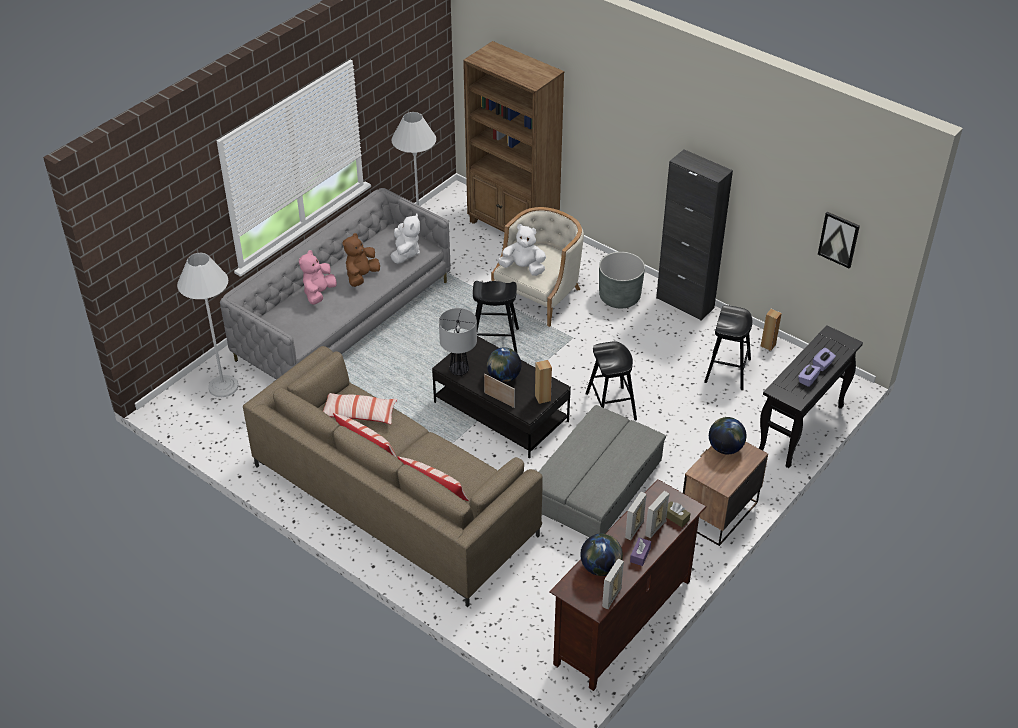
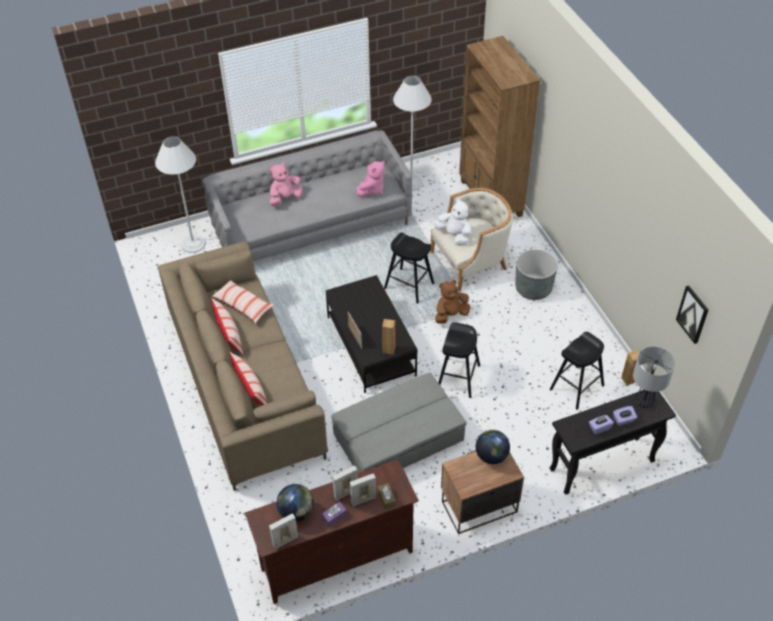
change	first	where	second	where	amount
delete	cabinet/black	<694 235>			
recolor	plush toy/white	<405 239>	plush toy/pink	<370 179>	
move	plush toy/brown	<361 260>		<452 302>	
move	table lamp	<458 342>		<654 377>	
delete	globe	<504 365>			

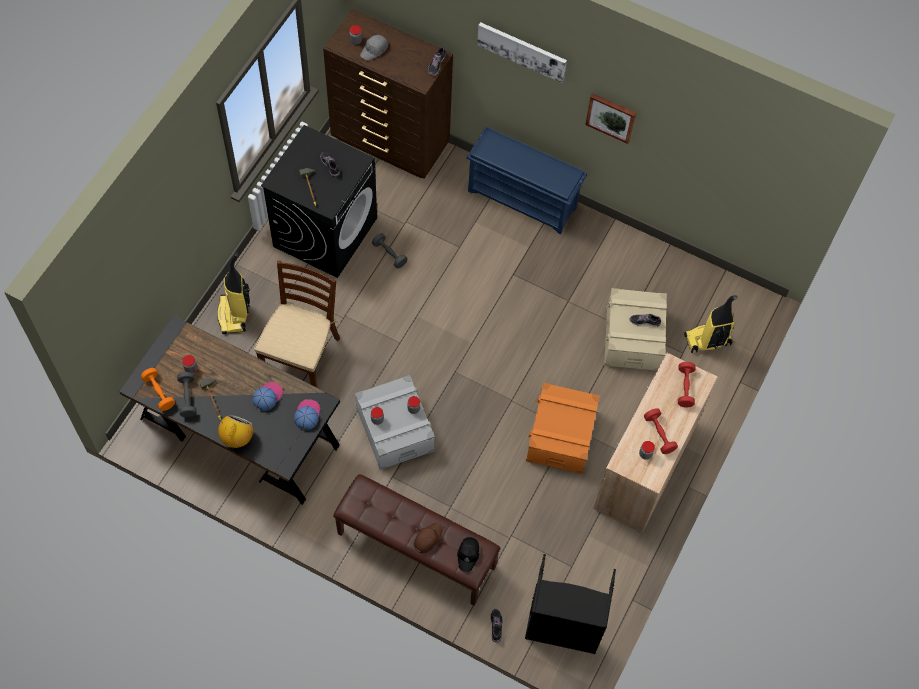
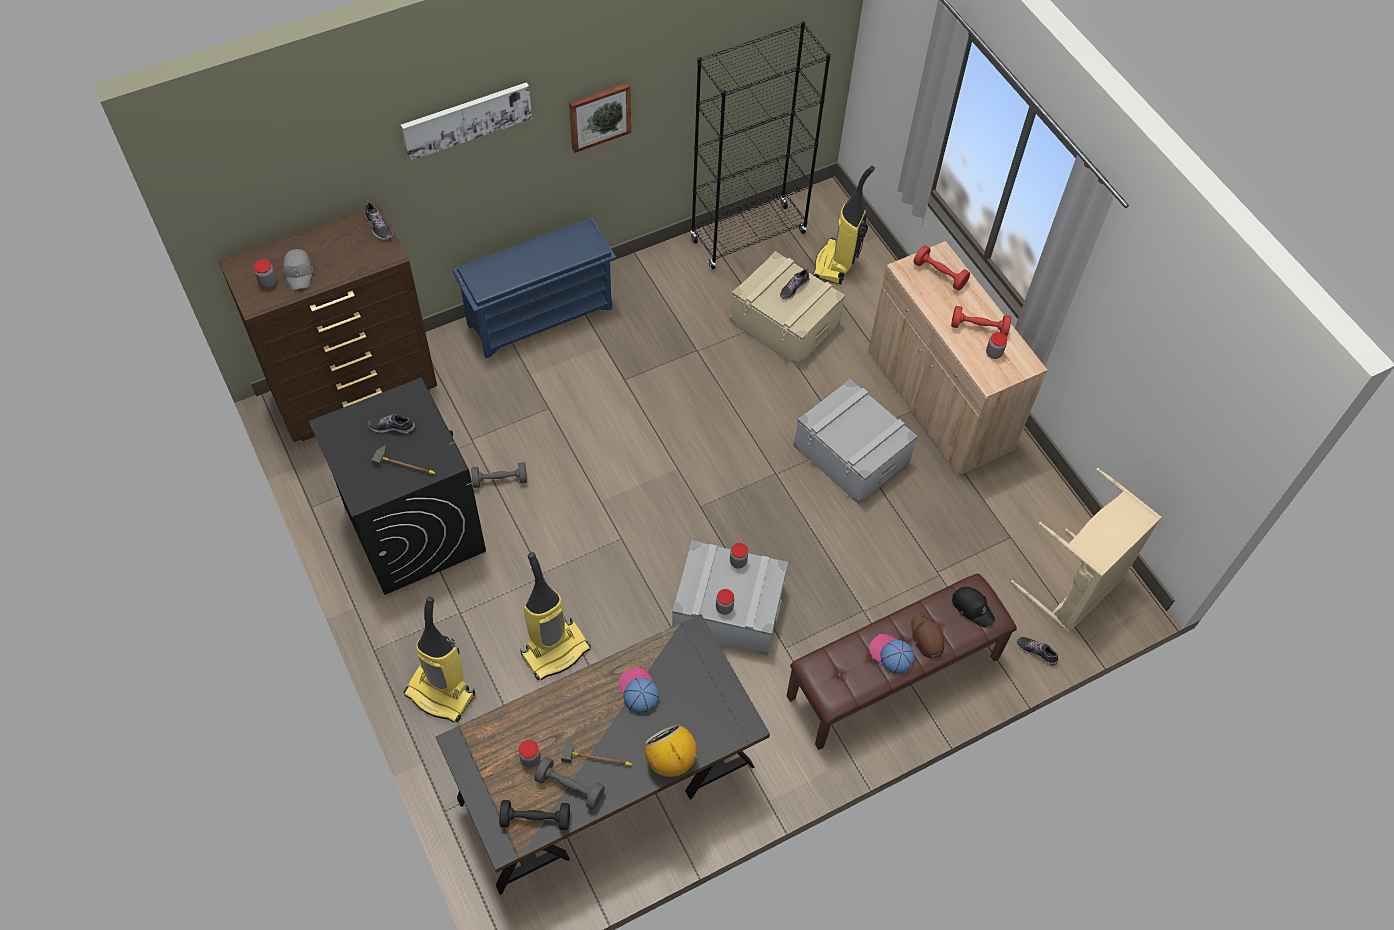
change	first	where	second	where	amount
replace	chair/brown	<298 324>	vacuum cleaner	<555 616>	
recolor	dumbbell/orange	<158 389>	dumbbell/black	<534 815>	
recolor	storage box/orange	<563 428>	storage box/grey	<855 442>	
move	cap	<307 414>		<892 654>	
recolor	laundry basket/black	<570 604>	laundry basket/beige	<1086 550>	
insert			bookcase/black	<760 145>	

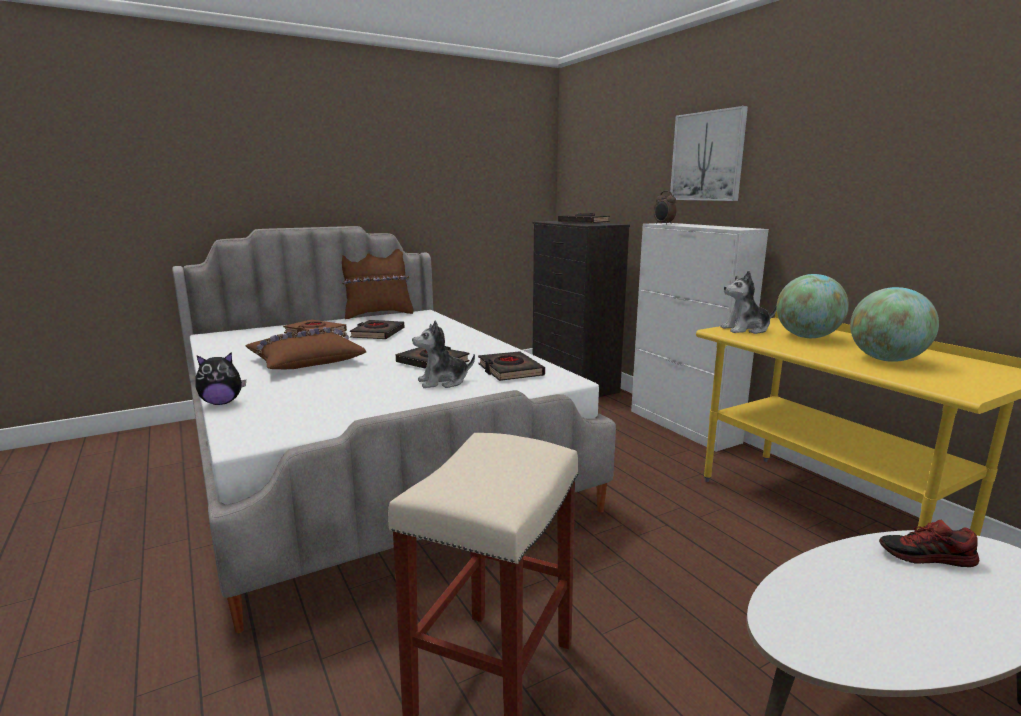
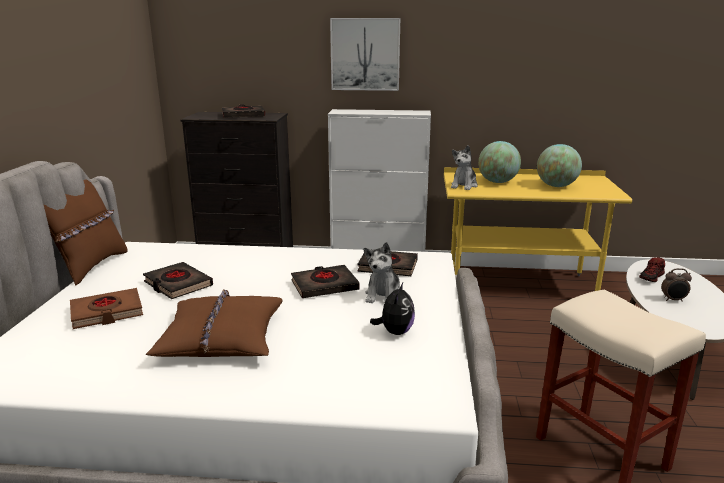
change	first	where	second	where	amount
move	alarm clock	<665 208>		<676 285>	
move	plush toy	<220 379>		<392 309>	

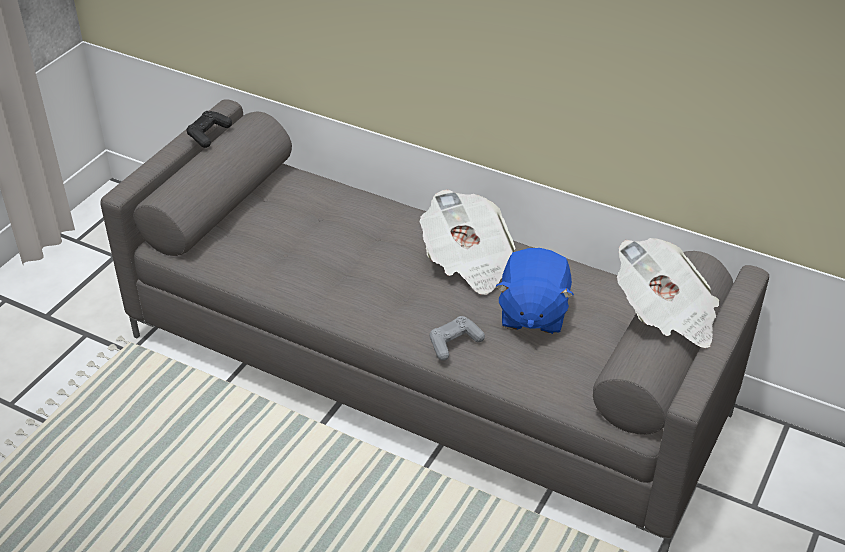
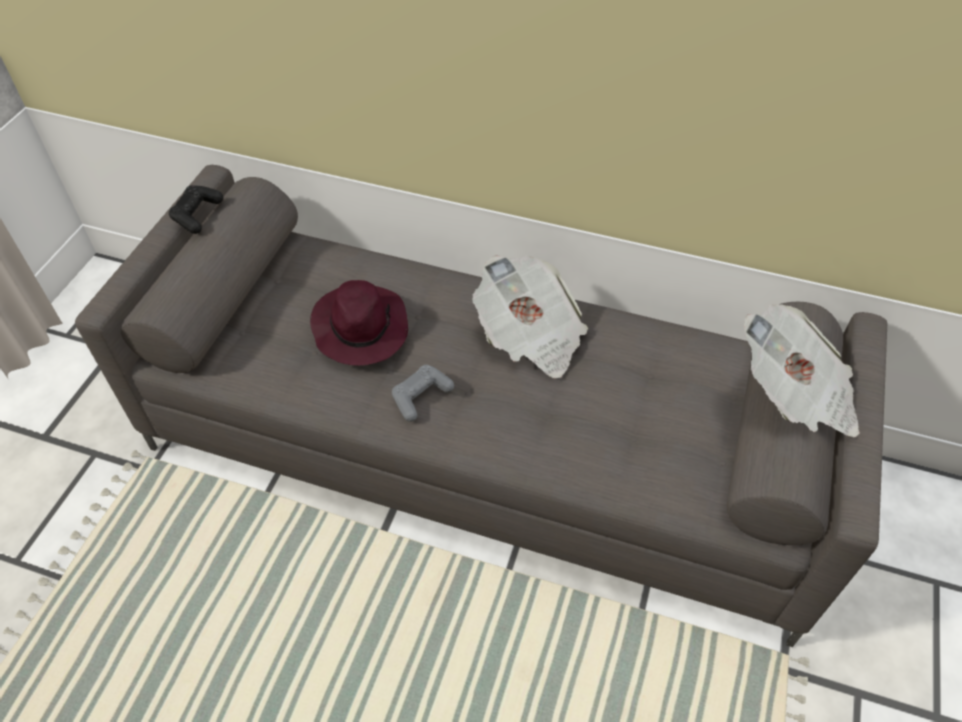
change	first	where	second	where	amount
delete	plush toy/blue	<535 291>			
move	game controller/grey	<457 338>		<423 393>	
insert			hat/purple	<359 323>	

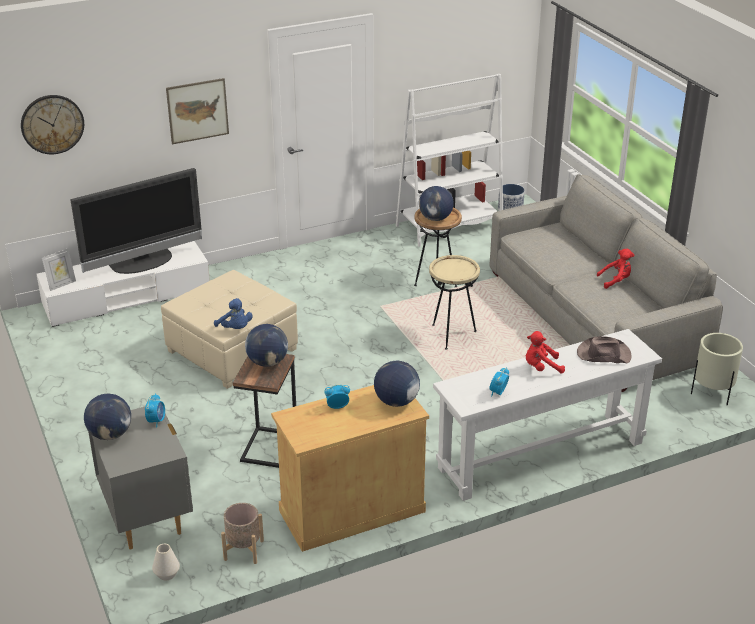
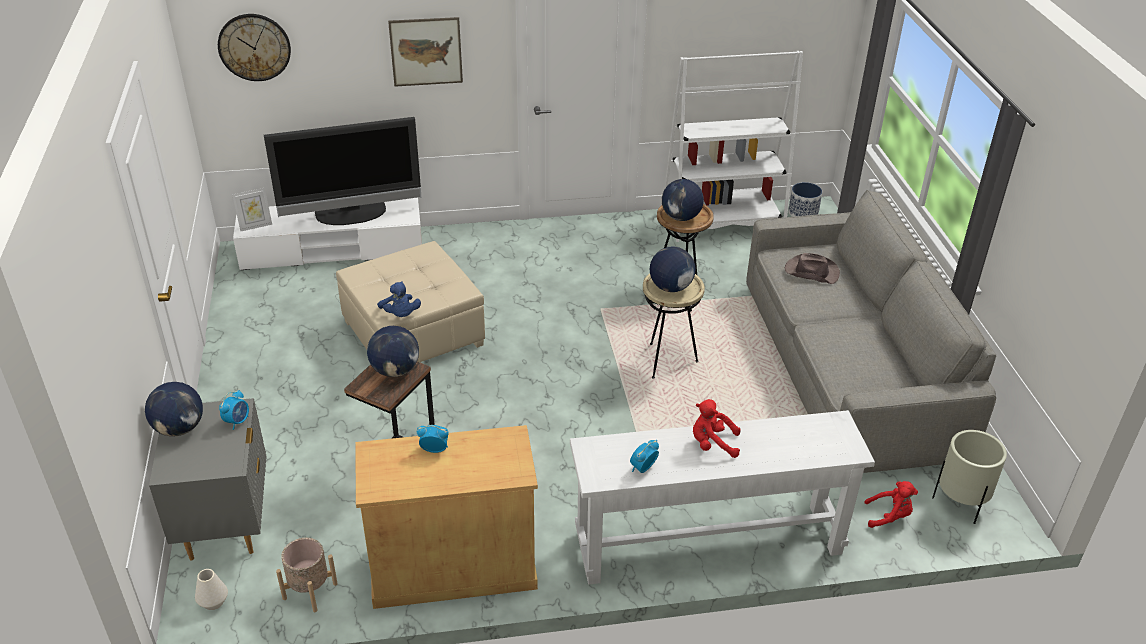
change	first	where	second	where	amount
move	plush toy/red	<615 269>		<891 504>	
move	hat/brown	<604 349>		<812 268>	
move	globe	<397 384>		<672 269>	

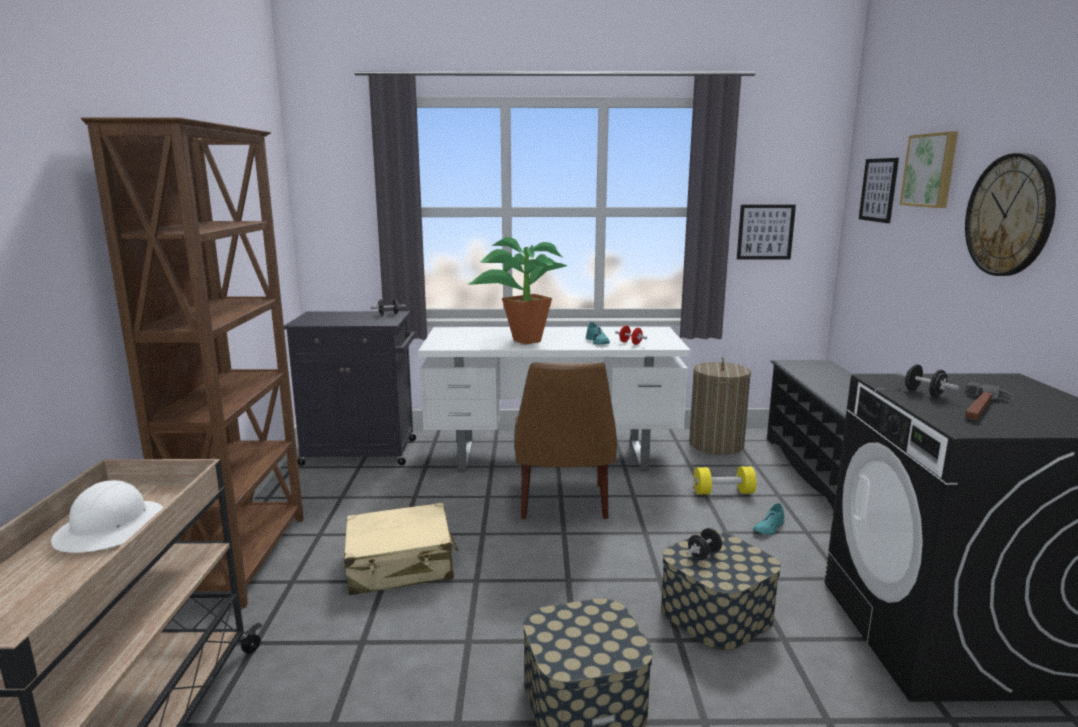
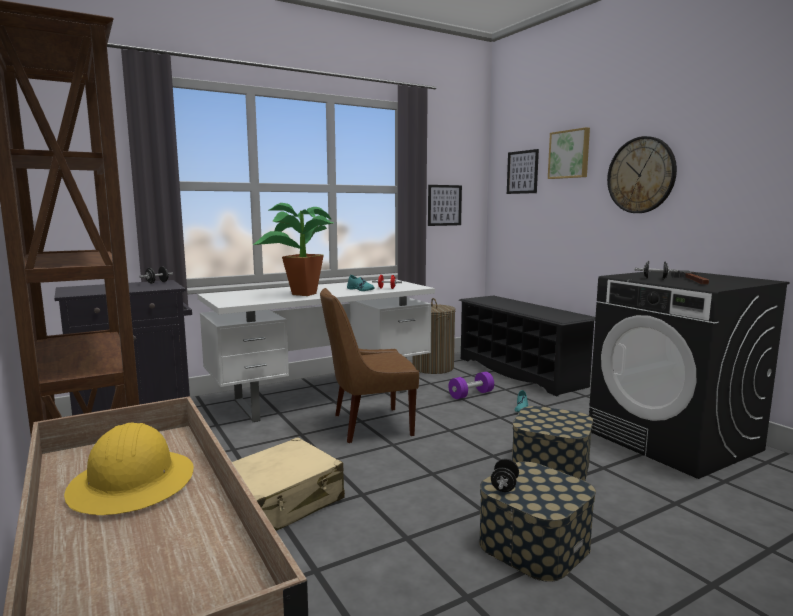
change	first	where	second	where	amount
rotate	chair/brown	<565 441>		<369 365>	105 degrees clockwise
recolor	dumbbell/yellow	<725 481>	dumbbell/purple	<471 385>	
recolor	hard hat/white	<107 516>	hard hat/yellow	<129 468>	
move	dumbbell/black	<704 544>		<505 475>	

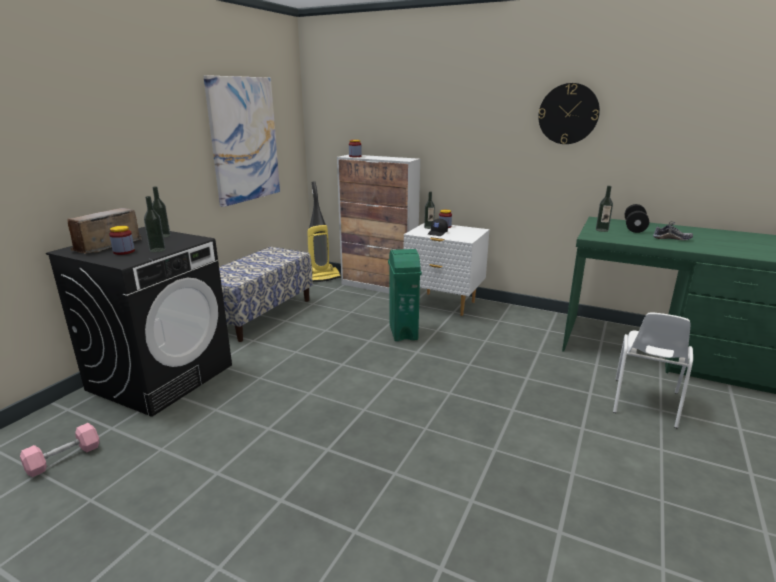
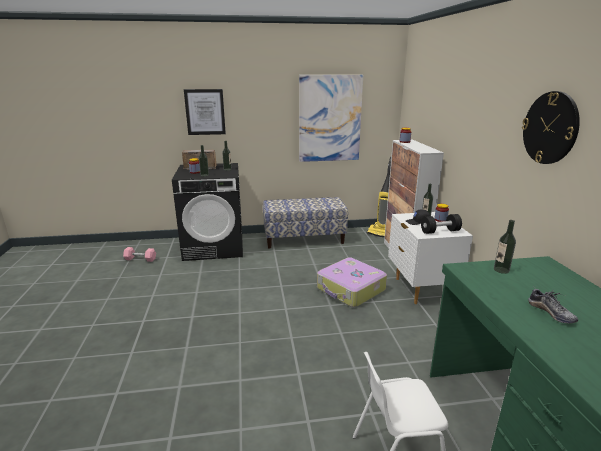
change	first	where	second	where	amount
move	dumbbell/black	<637 218>		<441 224>	
replace	trash can/green	<405 295>	suitcase	<352 282>	
insert			picture	<205 112>	

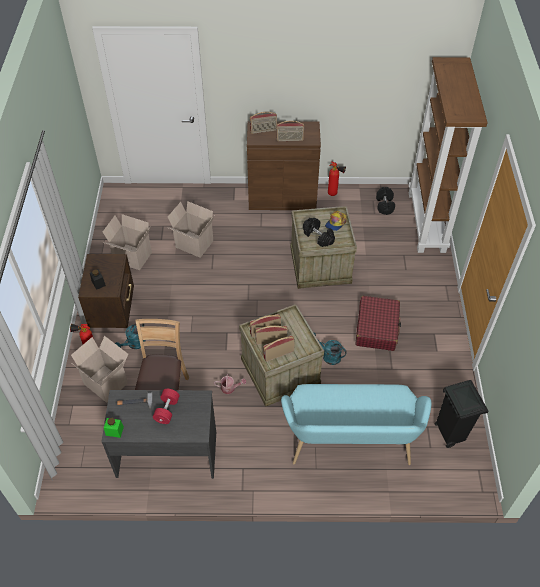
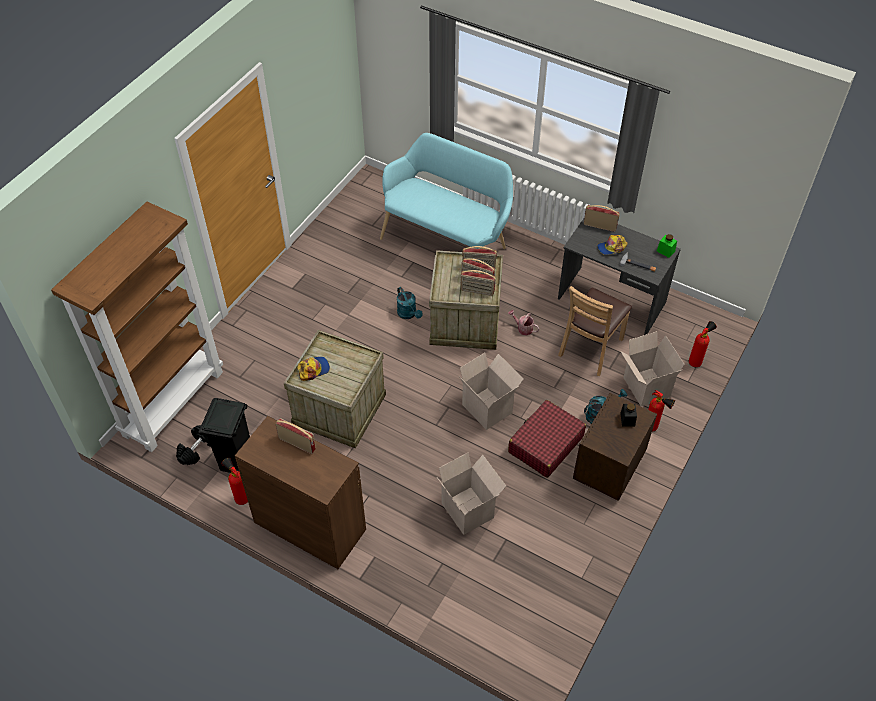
change	first	where	second	where	amount
move	radio	<263 123>		<601 218>	
move	cardboard box	<127 242>		<491 391>	
delete	dumbbell/black	<319 232>			
move	suitcase/red	<378 323>		<547 439>	
move	trash can/black	<461 414>		<224 435>	
replace	dumbbell/red	<166 406>	cap	<612 245>	
insert			fire extinguisher	<703 344>	

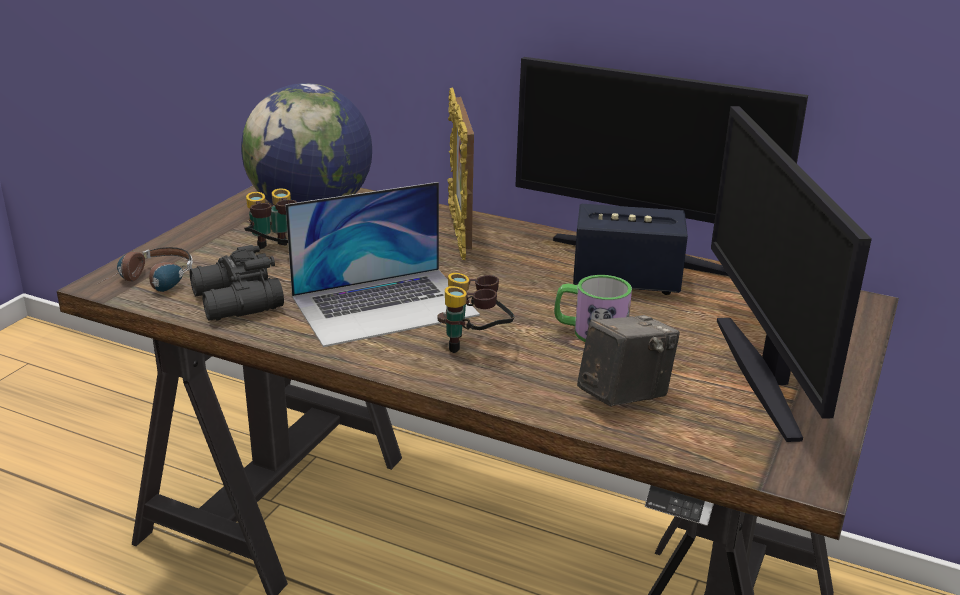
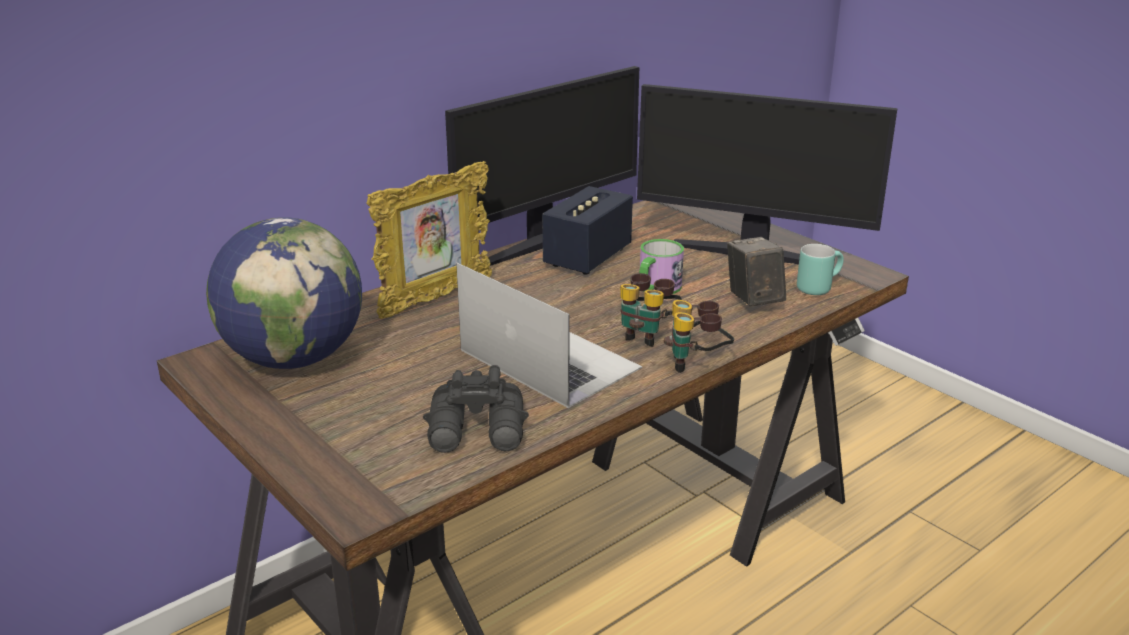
change	first	where	second	where	amount
rotate	picture frame	<460 174>		<429 240>	60 degrees counterclockwise
rotate	laptop	<382 264>		<549 335>	45 degrees counterclockwise
move	binoculars	<270 218>		<699 336>	
delete	headphones	<144 269>			
insert			mug/turquoise	<820 269>	

